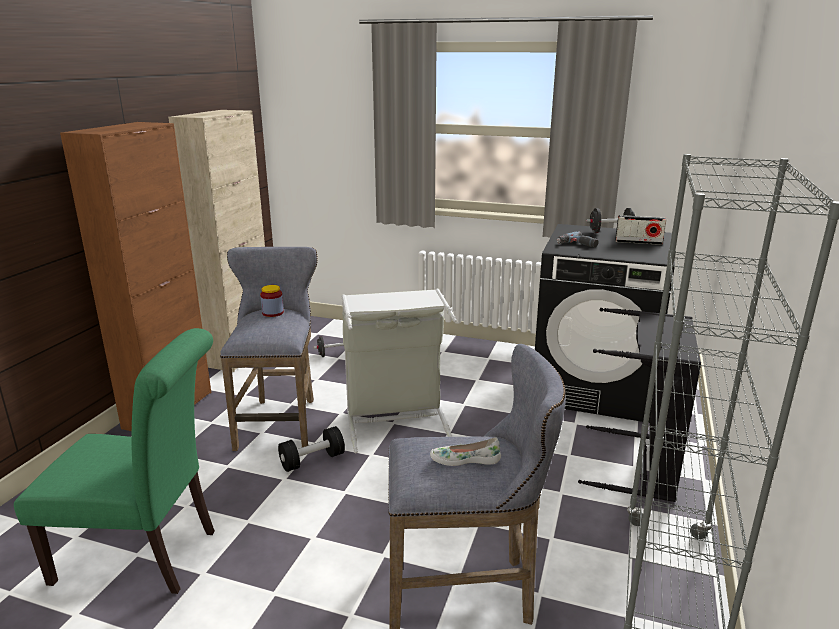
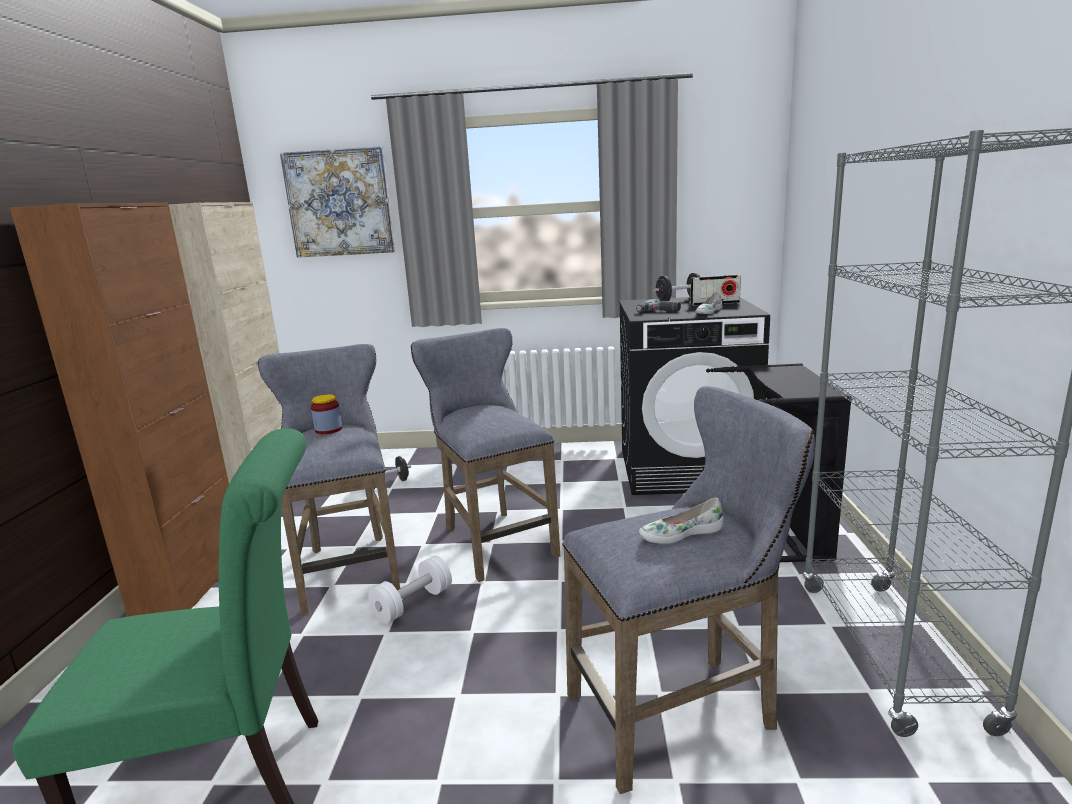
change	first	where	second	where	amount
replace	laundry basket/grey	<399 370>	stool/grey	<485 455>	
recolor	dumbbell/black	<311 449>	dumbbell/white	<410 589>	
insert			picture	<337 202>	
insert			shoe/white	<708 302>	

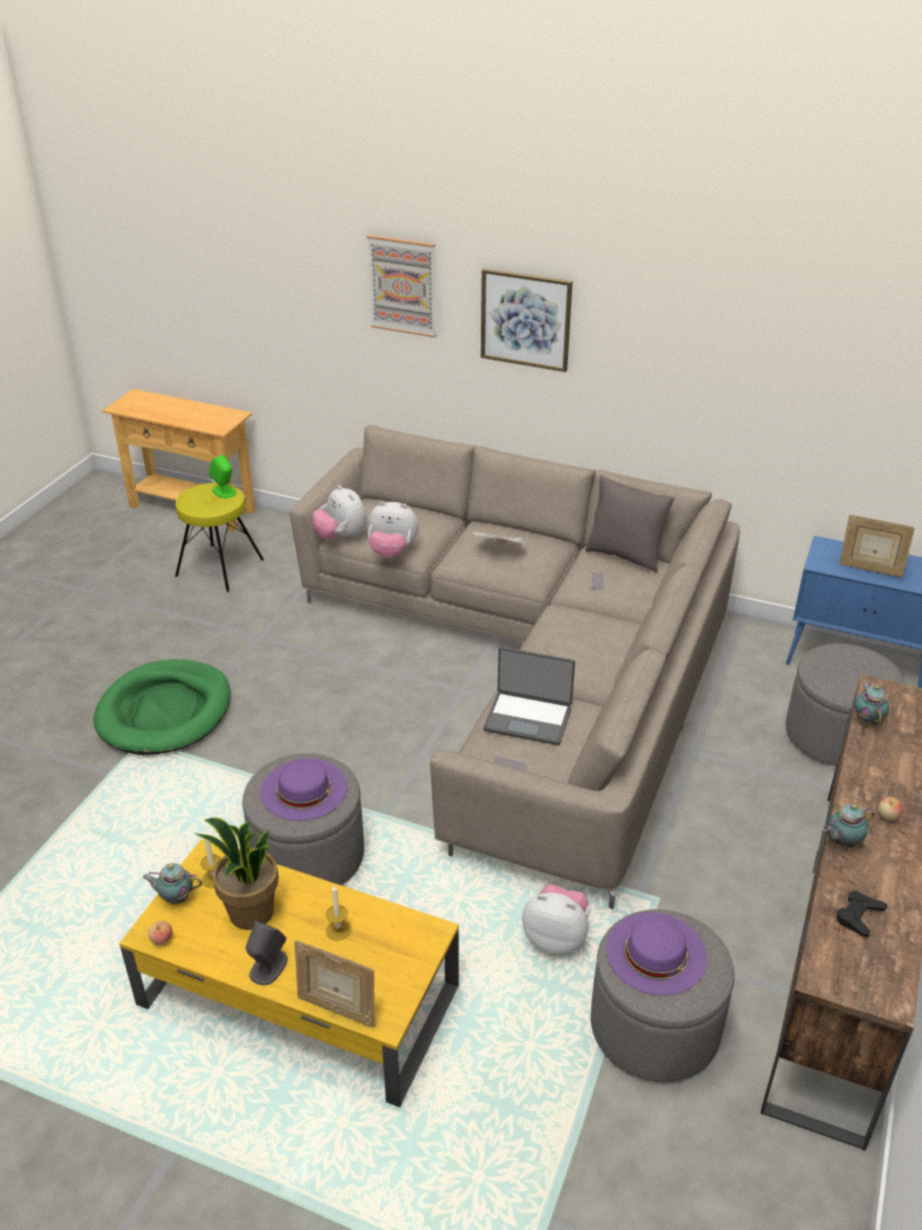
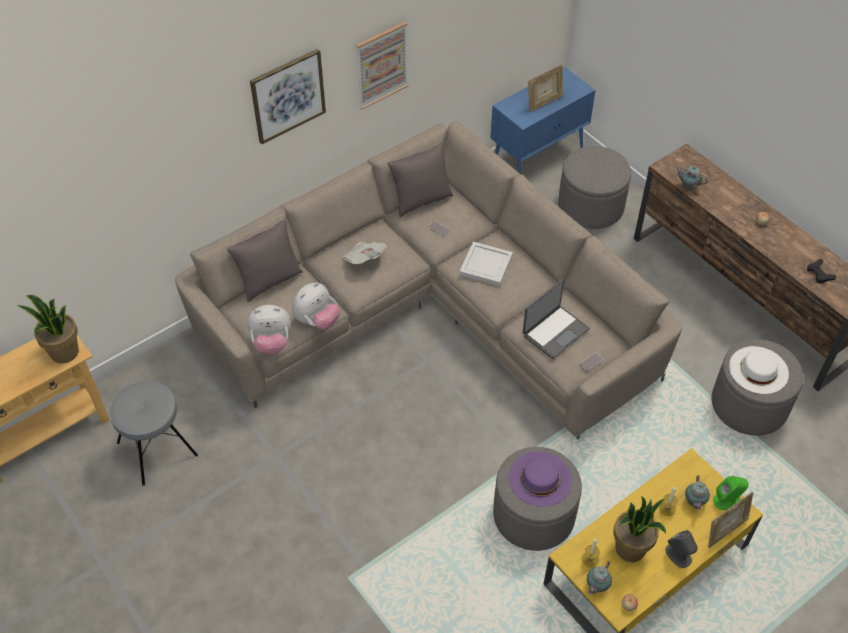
change	first	where	second	where	amount
move	picture	<401 286>		<382 65>	
move	speaker/green	<222 476>		<731 493>	
recolor	stool/yellow	<219 537>	stool/grey	<154 433>	
delete	dog bed/green	<162 707>			
move	teapot	<849 826>		<697 493>	
delete	plush toy	<556 919>			
recolor	hat/purple	<656 954>	hat/white	<759 370>	
insert			pillow/grey	<265 261>	
insert			tray/white	<486 264>	
insert			potted plant	<48 329>	

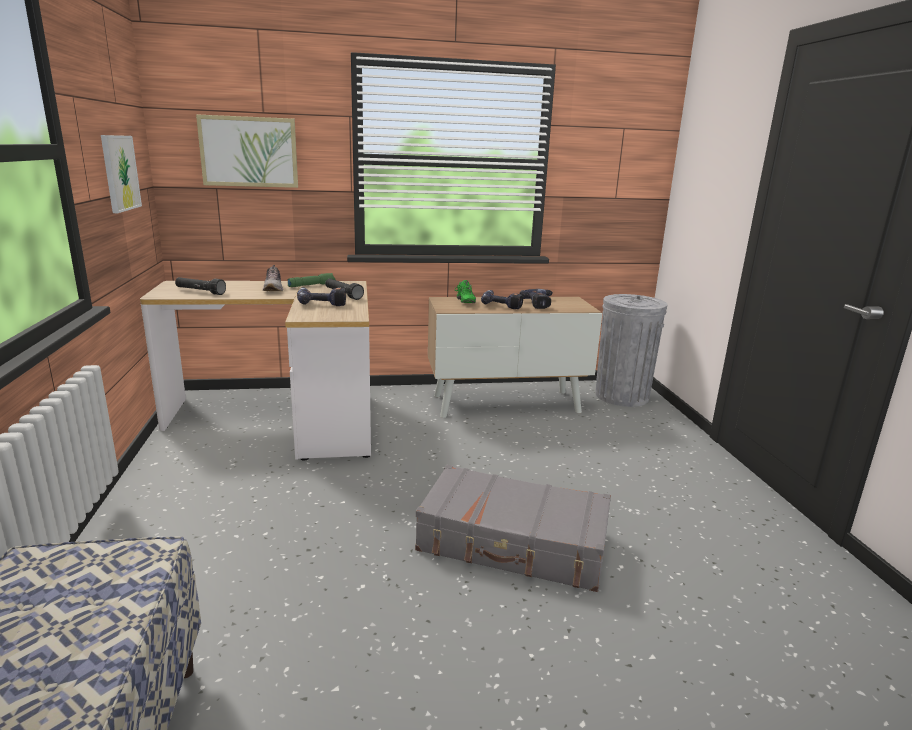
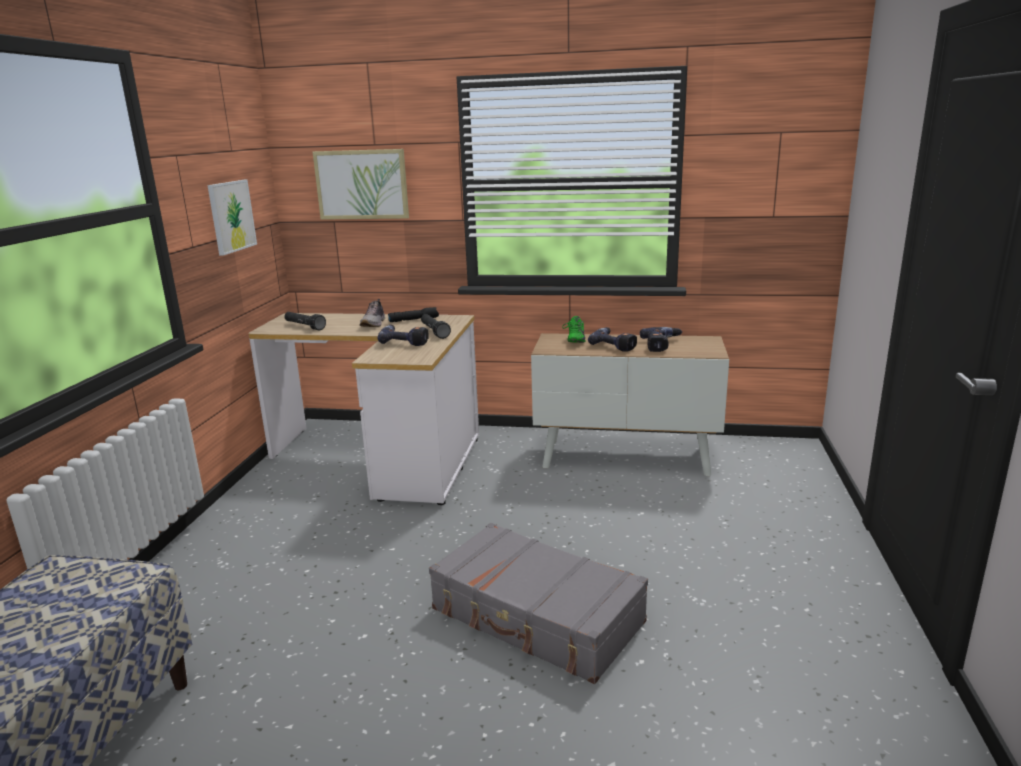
change	first	where	second	where	amount
recolor	flashlight/green	<311 280>	flashlight/black	<413 314>	
delete	trash can/grey	<631 350>			

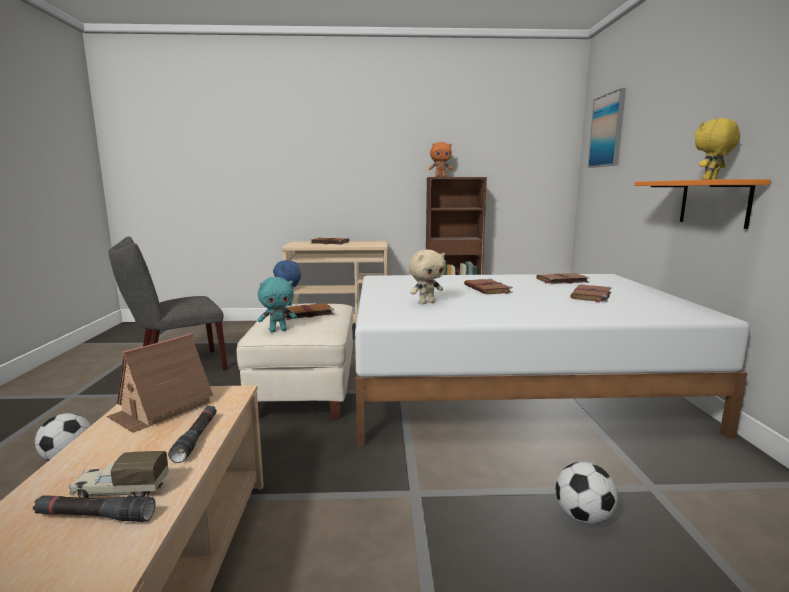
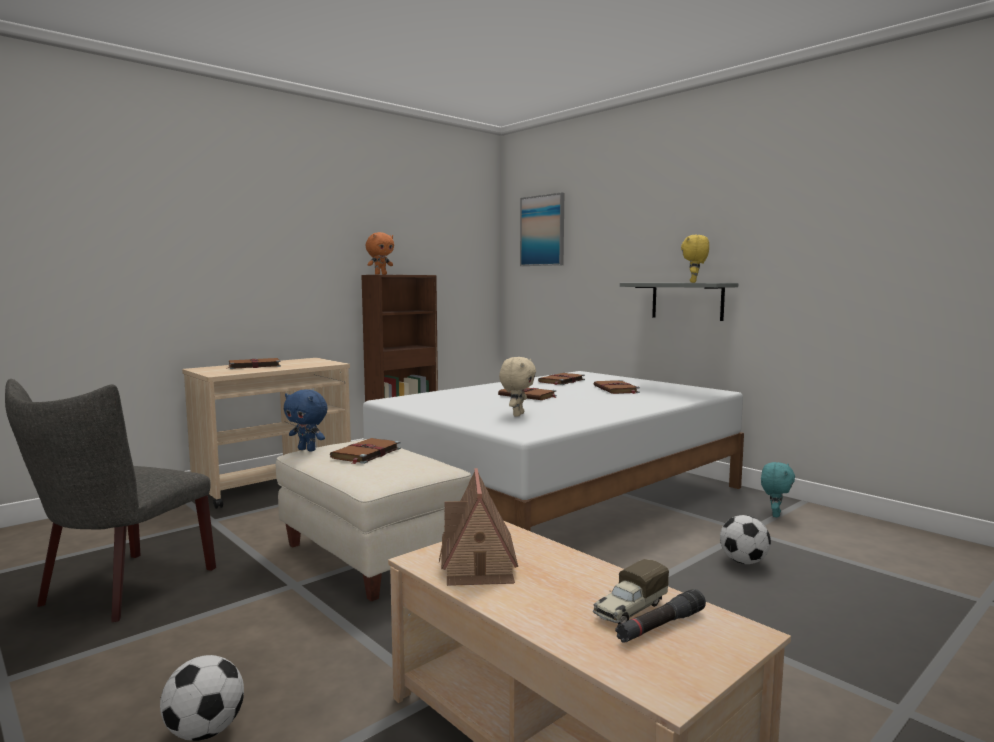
change	first	where	second	where	amount
recolor	shelf/orange	<702 204>	shelf/grey	<679 302>	
move	plush toy/turquoise	<277 304>		<778 489>	
delete	flashlight/black	<192 434>			

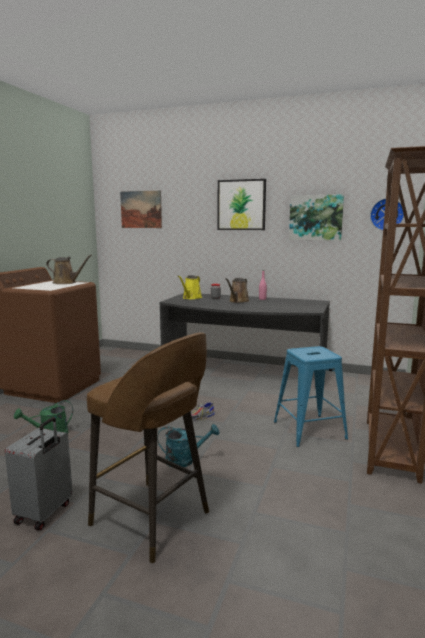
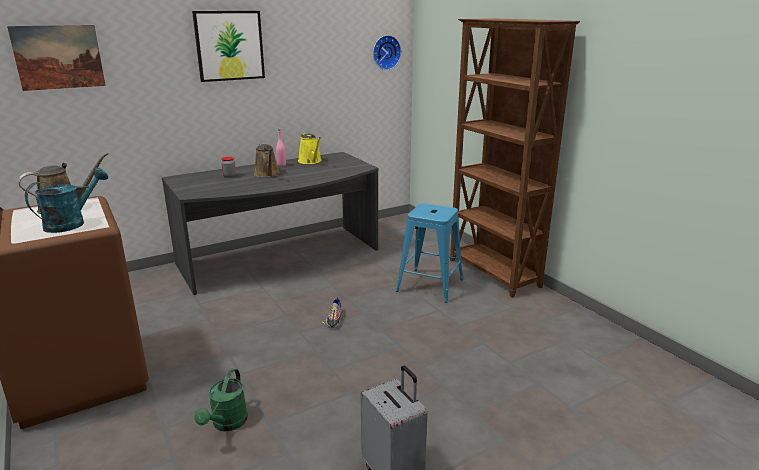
change	first	where	second	where	amount
delete	picture	<316 217>			
move	watering can/yellow	<190 287>		<310 148>	
delete	stool/brown	<148 448>			
move	watering can/turquoise	<188 445>		<66 200>	

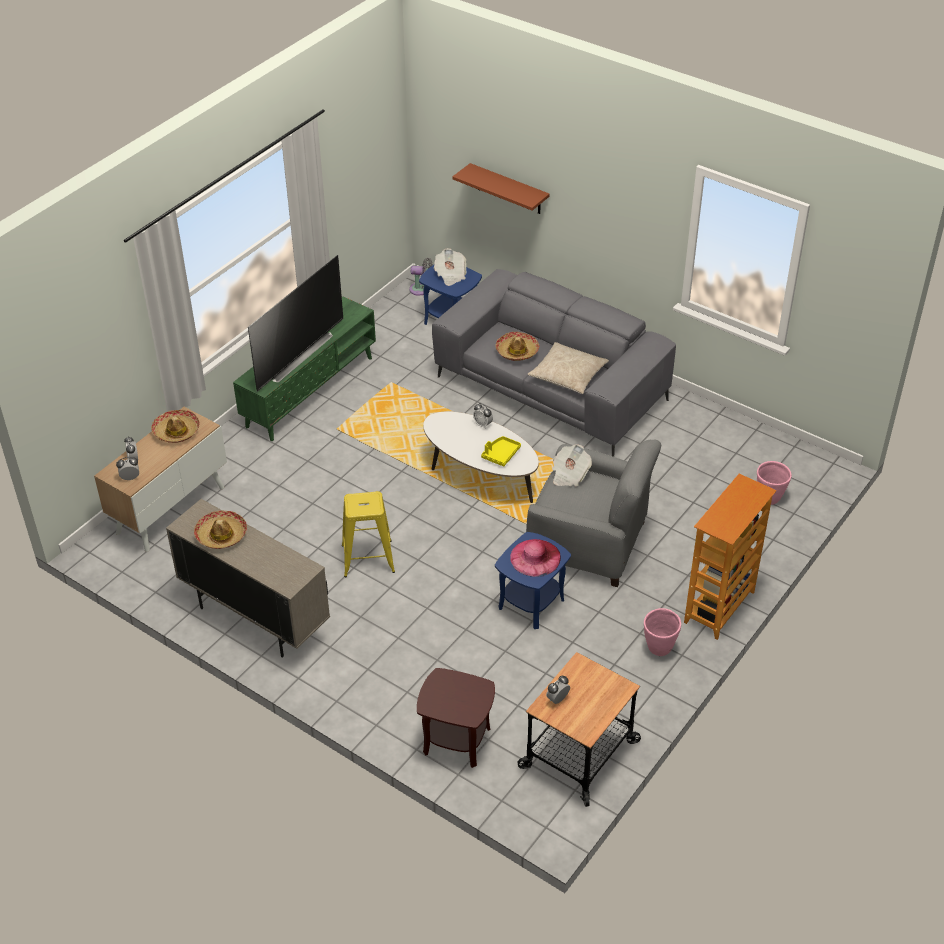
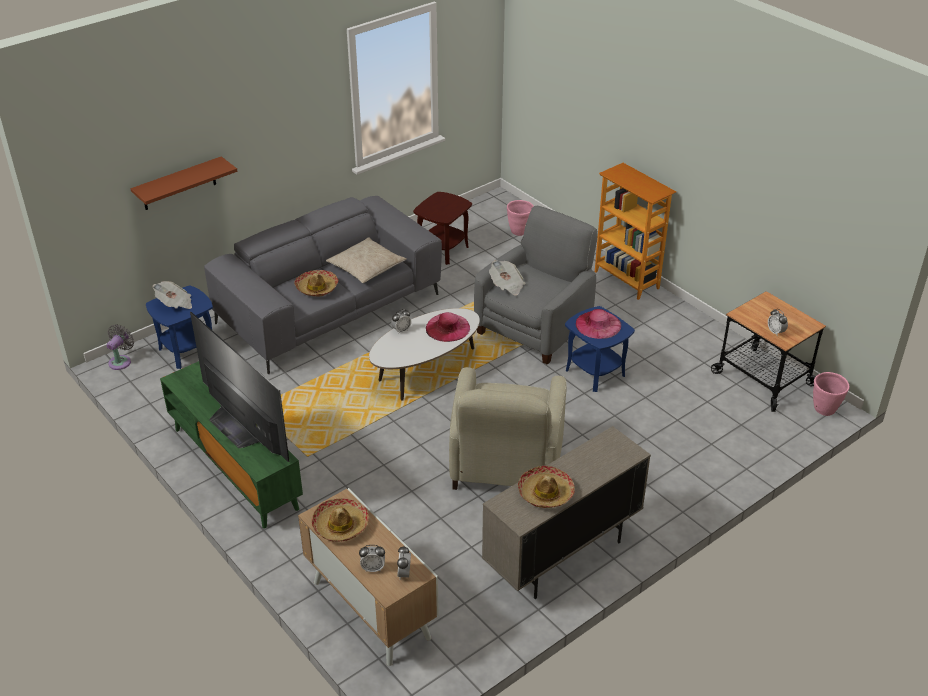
change	first	where	second	where	amount
replace	tray/yellow	<501 451>	hat/pink	<448 327>	
replace	stool/yellow	<368 534>	armchair/beige	<508 428>	
move	planter/pink	<662 632>		<831 394>	
move	side table/brown	<456 718>		<442 228>	

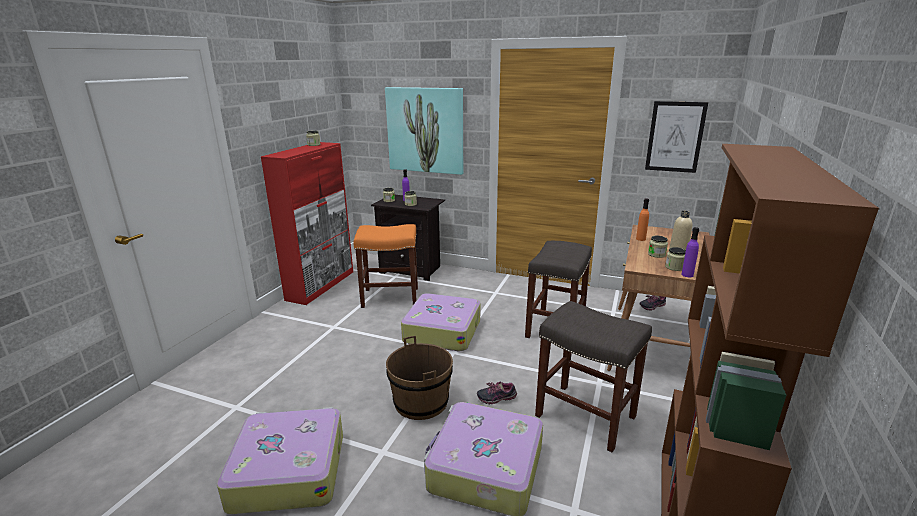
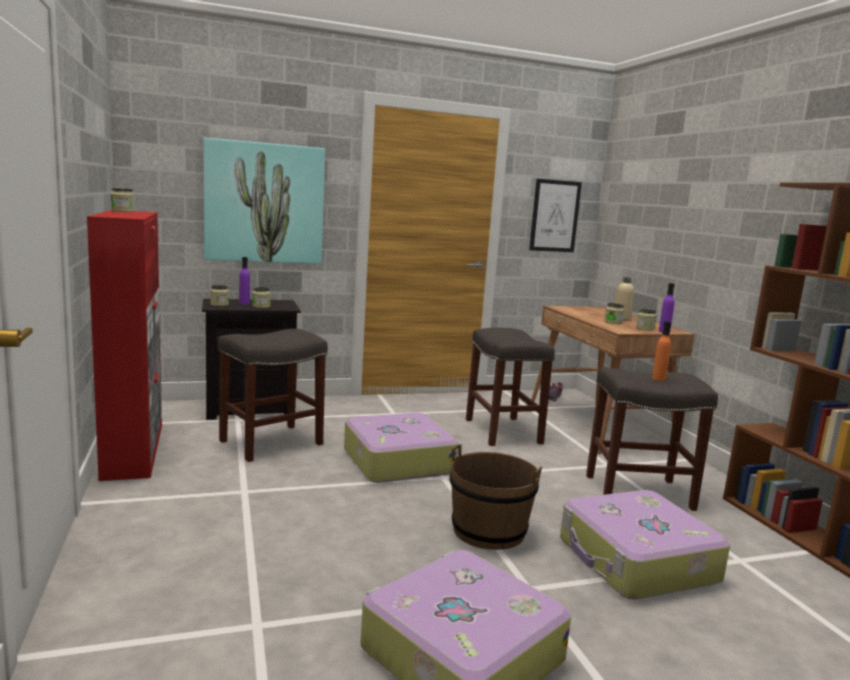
change	first	where	second	where	amount
move	bottle/orange	<642 219>		<661 351>	
recolor	stool/orange	<386 266>	stool/grey	<273 395>	
delete	shoe	<497 393>			

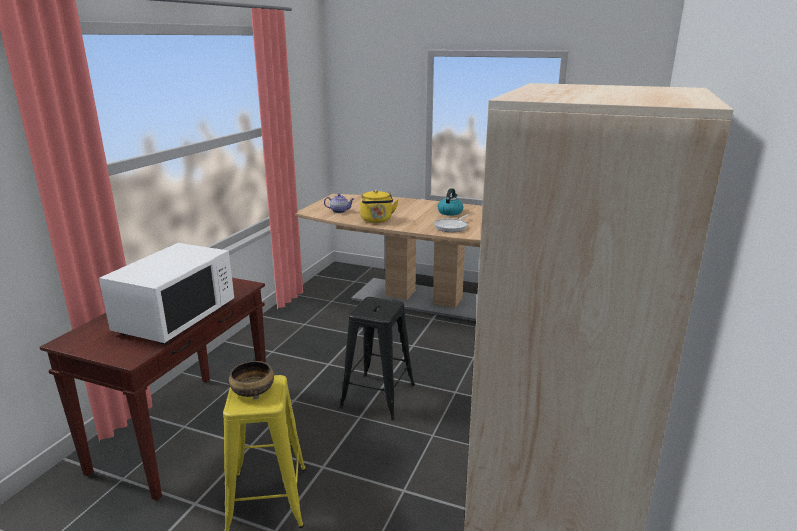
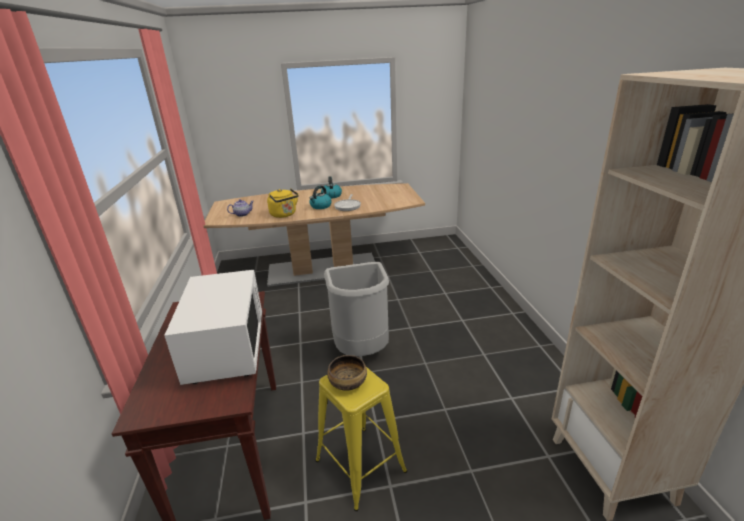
change	first	where	second	where	amount
replace	stool/black	<377 358>	trash can/grey	<356 309>	
insert			kettle	<320 197>	

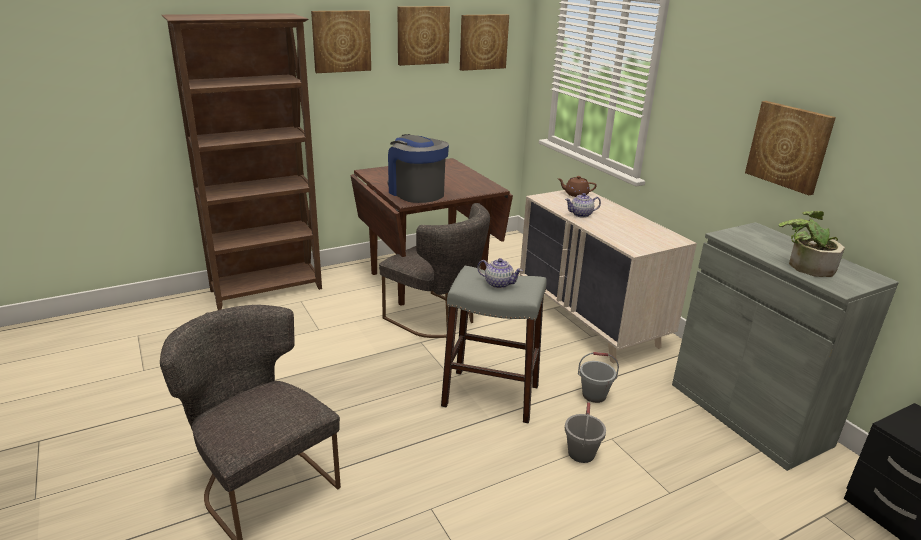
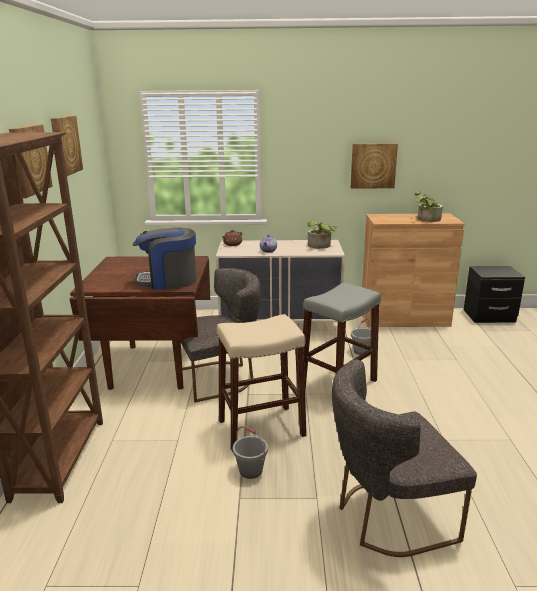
change	first	where	second	where	amount
delete	picture	<484 42>			
recolor	cabinet/grey	<785 346>	cabinet/brown	<413 270>	
delete	teapot	<500 273>			
move	bucket/grey	<585 432>		<250 452>	
insert			potted plant	<322 235>	
insert			stool/beige	<262 383>	

